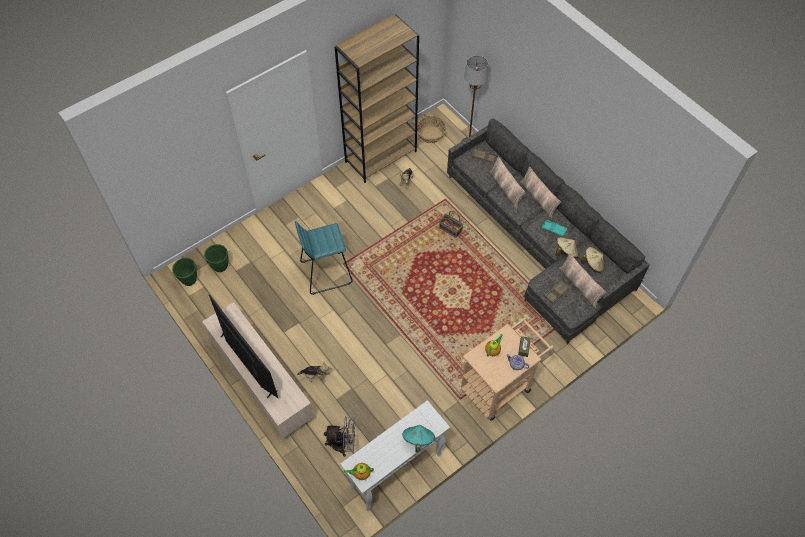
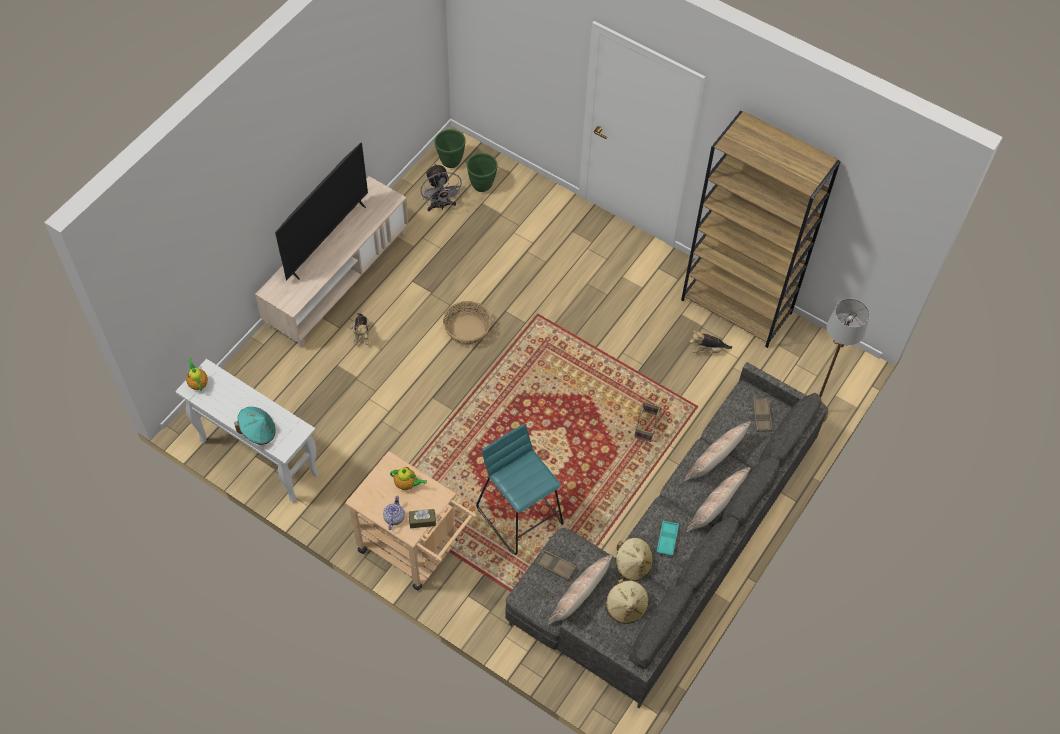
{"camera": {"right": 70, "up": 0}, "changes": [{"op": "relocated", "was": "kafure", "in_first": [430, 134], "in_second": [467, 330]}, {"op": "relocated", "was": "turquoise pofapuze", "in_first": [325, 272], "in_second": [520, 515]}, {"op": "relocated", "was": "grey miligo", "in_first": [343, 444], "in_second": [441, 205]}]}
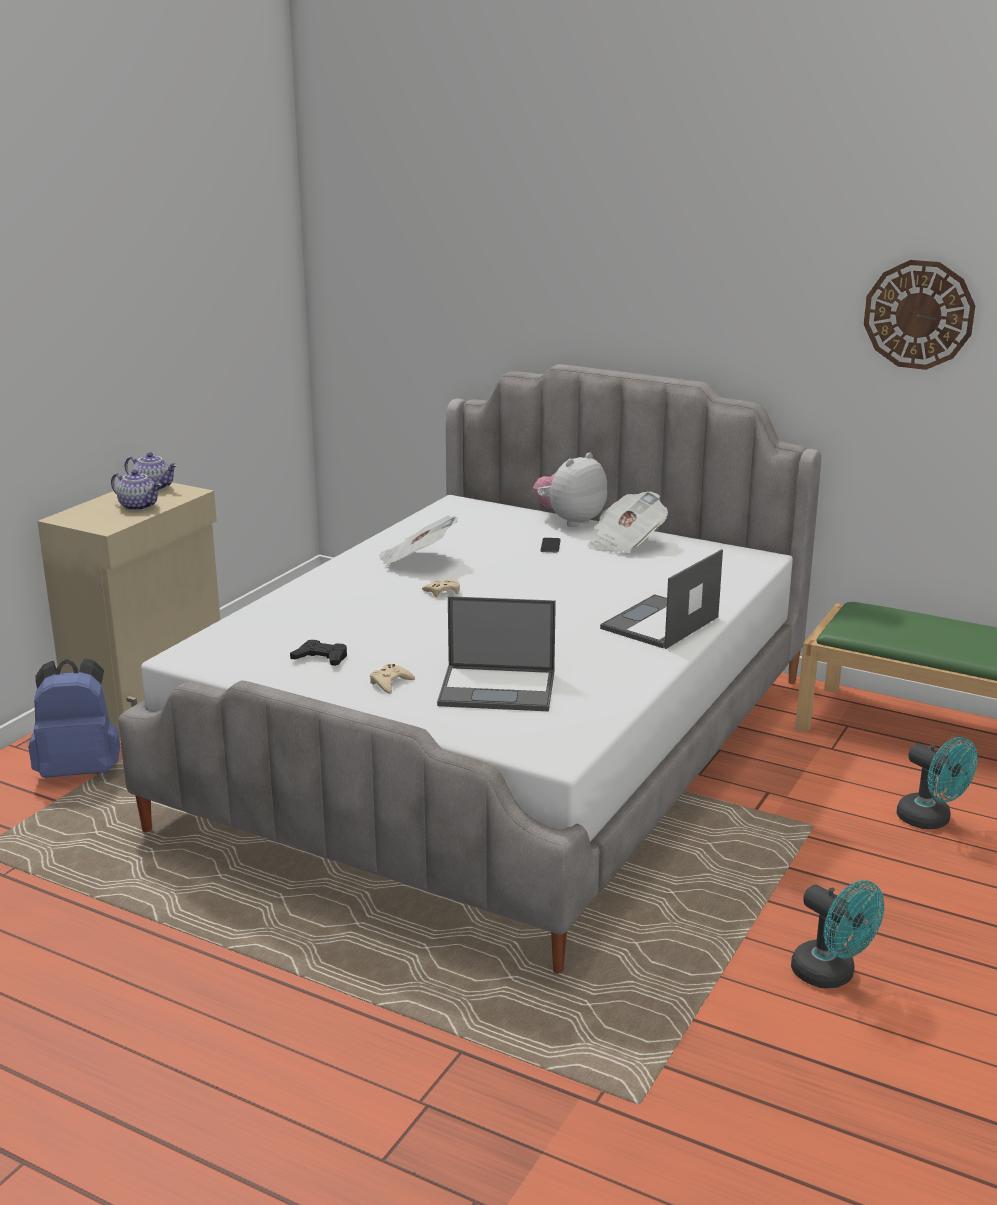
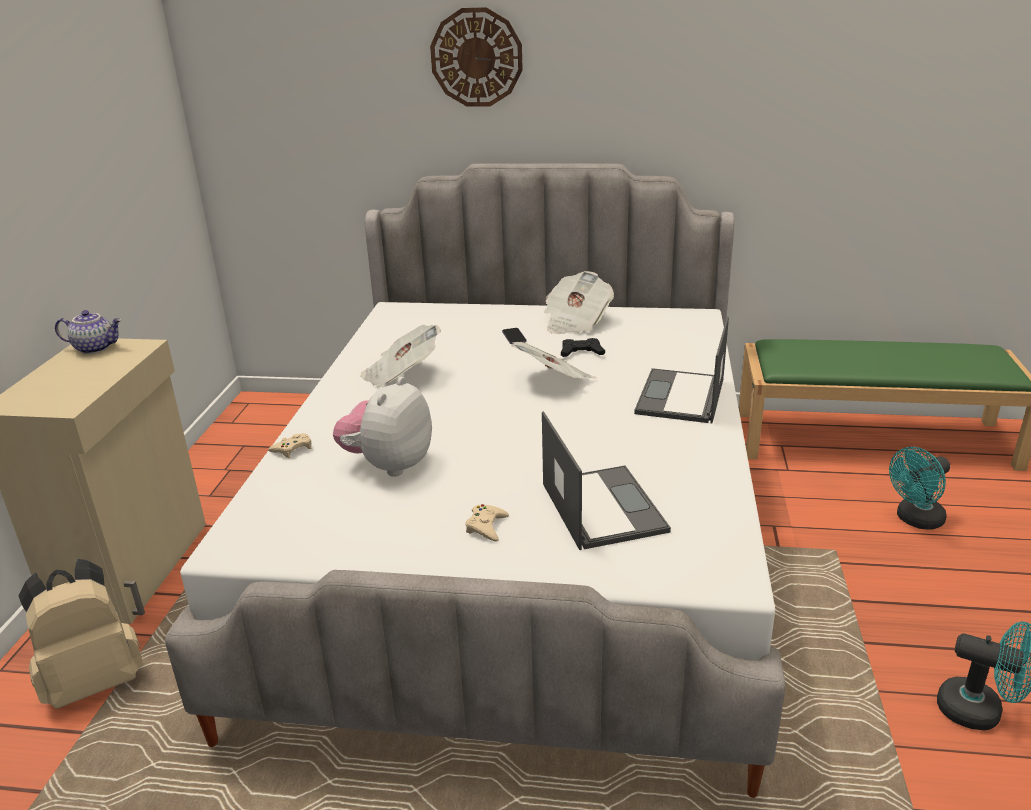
{"camera": {"right": -20, "up": 5}, "changes": [{"op": "relocated", "was": "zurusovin", "in_first": [918, 314], "in_second": [476, 58]}, {"op": "relocated", "was": "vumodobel", "in_first": [570, 521], "in_second": [389, 465]}, {"op": "missing", "was": "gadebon", "in_first": [139, 506]}, {"op": "relocated", "was": "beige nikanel", "in_first": [443, 592], "in_second": [292, 449]}, {"op": "spun", "was": "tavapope", "in_first": [499, 689], "in_second": [602, 506], "clockwise": -90}, {"op": "relocated", "was": "black nikanel", "in_first": [321, 658], "in_second": [581, 352]}, {"op": "colour", "was": "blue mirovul", "now": "beige mirovul", "in_first": [80, 770], "in_second": [95, 681]}, {"op": "spun", "was": "turquoise miligo", "in_first": [931, 820], "in_second": [915, 520], "clockwise": 120}, {"op": "appeared", "now": "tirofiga", "in_second": [554, 381]}]}
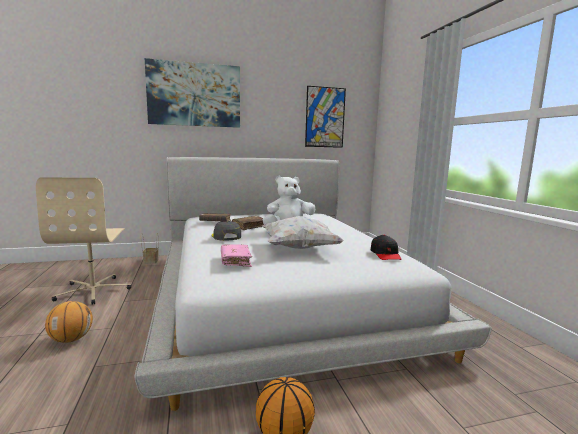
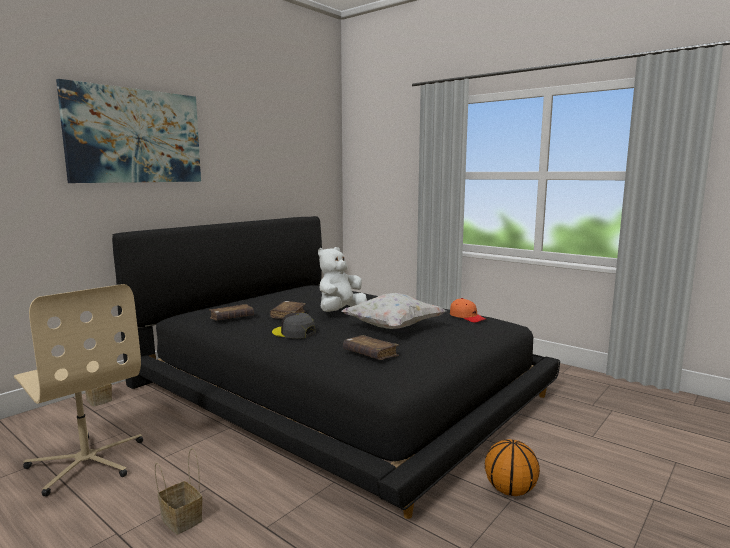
{"camera": {"right": -35, "up": 0}, "changes": [{"op": "missing", "was": "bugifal", "in_first": [325, 117]}, {"op": "colour", "was": "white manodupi", "now": "black manodupi", "in_first": [280, 293], "in_second": [336, 388]}, {"op": "colour", "was": "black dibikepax", "now": "orange dibikepax", "in_first": [385, 254], "in_second": [467, 317]}, {"op": "colour", "was": "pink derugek", "now": "brown derugek", "in_first": [235, 261], "in_second": [370, 354]}, {"op": "exchanged", "was": "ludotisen", "now": "kafure", "in_first": [71, 339], "in_second": [180, 519]}]}
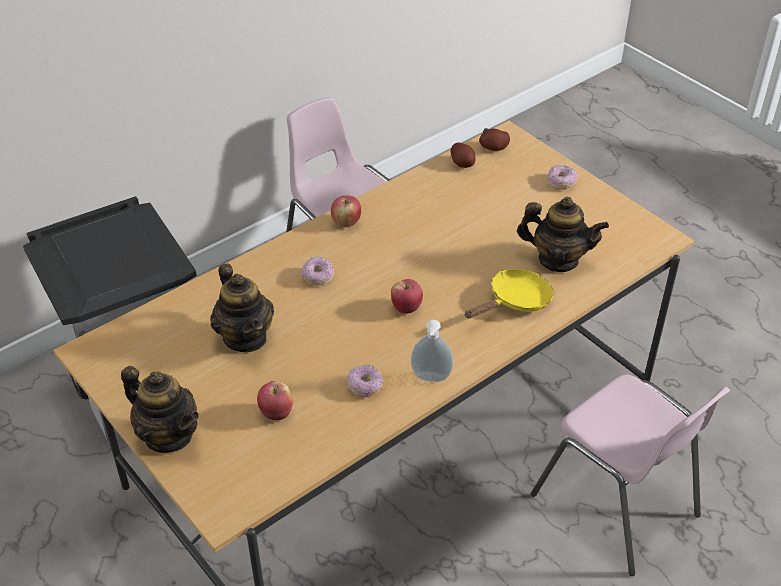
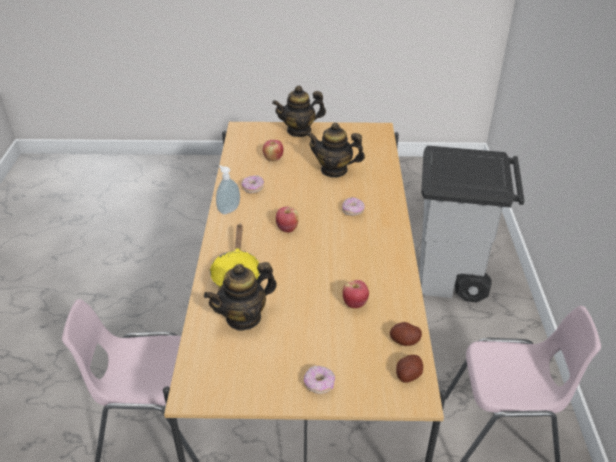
{"camera": {"right": 130, "up": -5}, "changes": [{"op": "relocated", "was": "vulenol", "in_first": [346, 223], "in_second": [355, 304]}]}
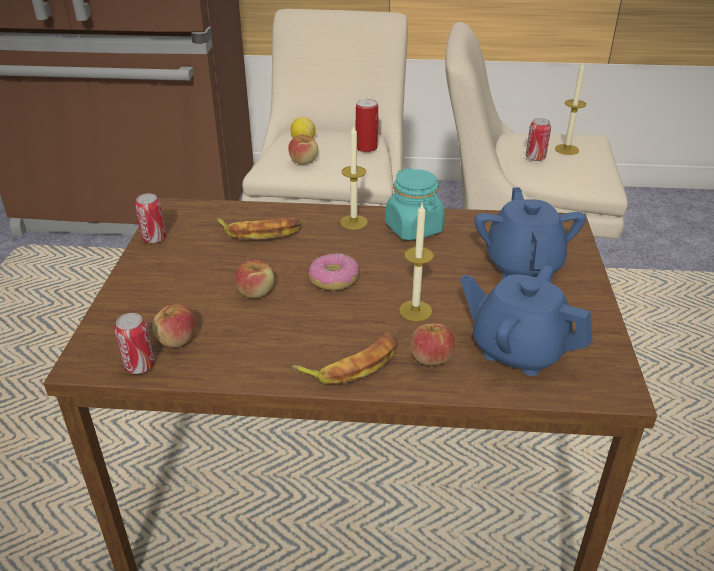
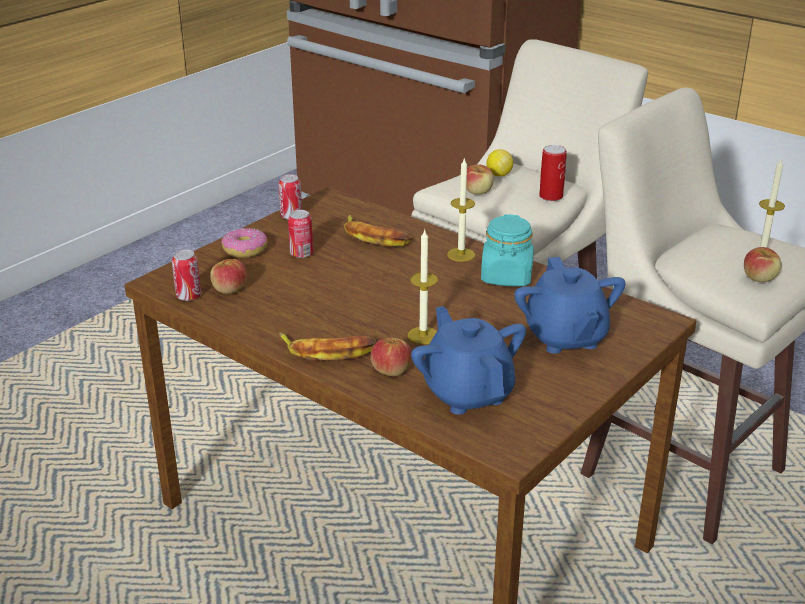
{"camera": {"right": 35, "up": -5}, "changes": [{"op": "relocated", "was": "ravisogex", "in_first": [535, 157], "in_second": [301, 254]}, {"op": "spun", "was": "blue gadebon", "in_first": [523, 265], "in_second": [565, 337], "clockwise": 135}, {"op": "relocated", "was": "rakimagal", "in_first": [334, 279], "in_second": [245, 250]}, {"op": "relocated", "was": "vulenol", "in_first": [256, 292], "in_second": [760, 278]}]}
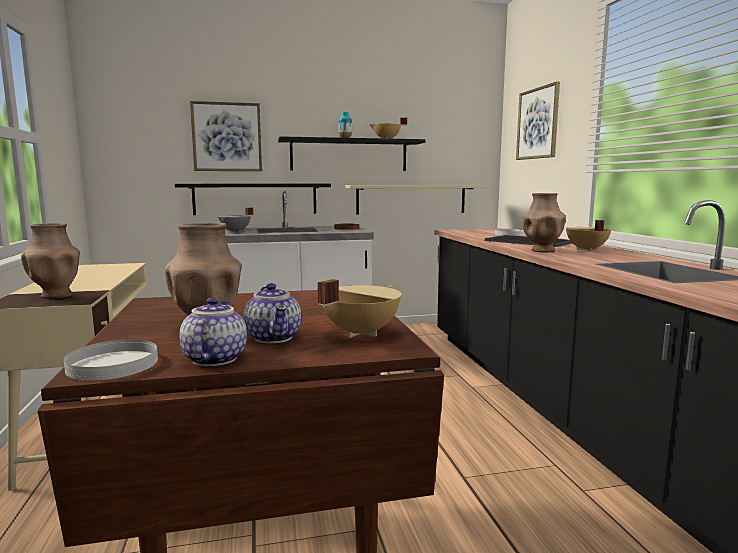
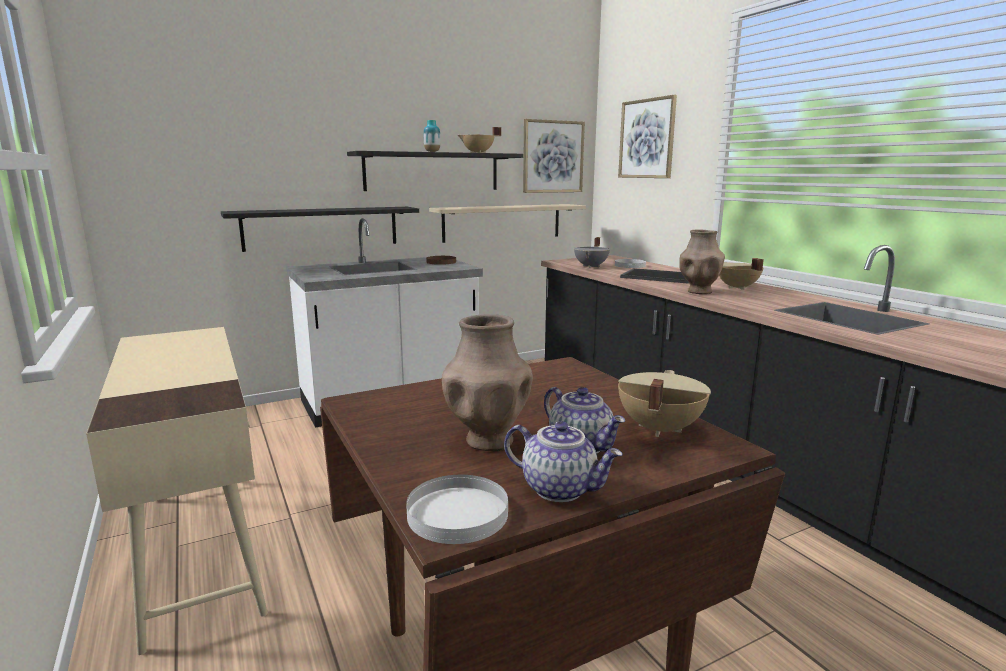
{"camera": {"right": -15, "up": 5}, "changes": [{"op": "relocated", "was": "bugifal", "in_first": [227, 137], "in_second": [553, 157]}, {"op": "relocated", "was": "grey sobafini", "in_first": [236, 232], "in_second": [591, 266]}, {"op": "missing", "was": "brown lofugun", "in_first": [56, 295]}, {"op": "spun", "was": "gadebon", "in_first": [213, 359], "in_second": [560, 488], "clockwise": 135}]}
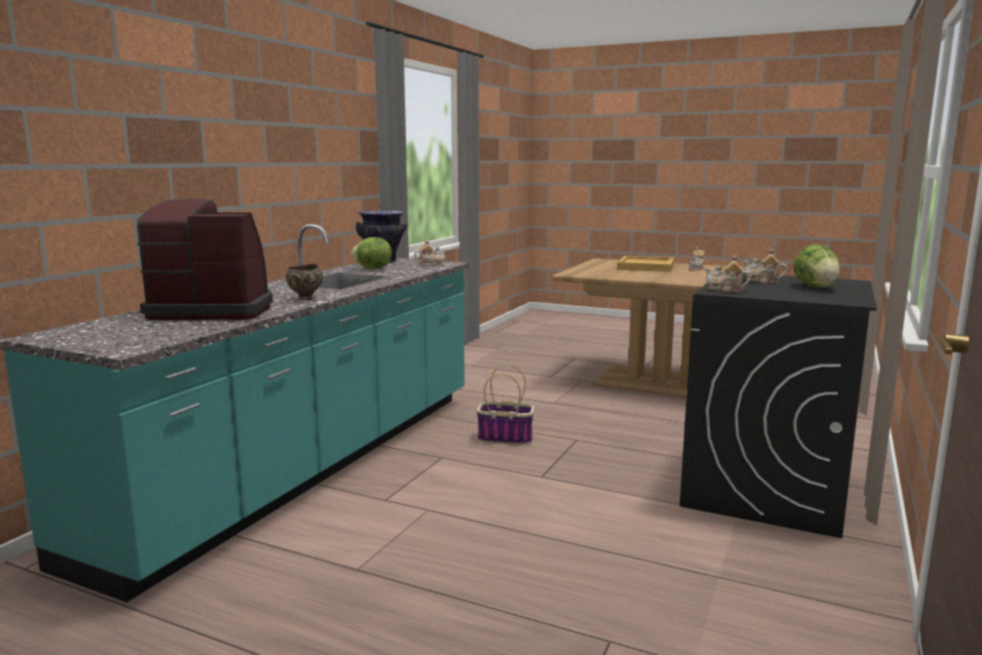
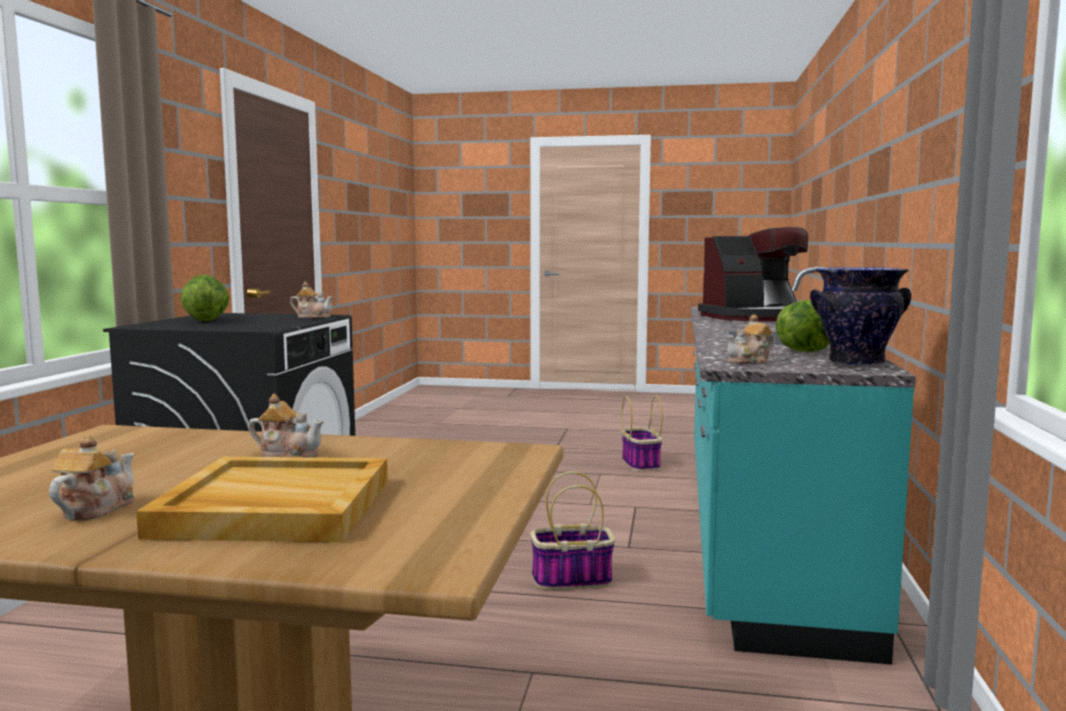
{"camera": {"right": 165, "up": -5}, "changes": [{"op": "relocated", "was": "gadebon", "in_first": [763, 281], "in_second": [288, 454]}, {"op": "missing", "was": "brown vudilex", "in_first": [305, 299]}, {"op": "appeared", "now": "kafure", "in_second": [641, 464]}]}
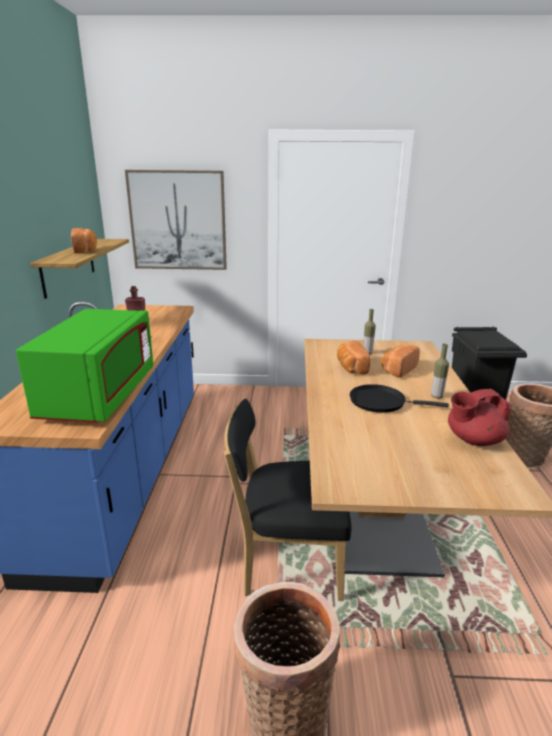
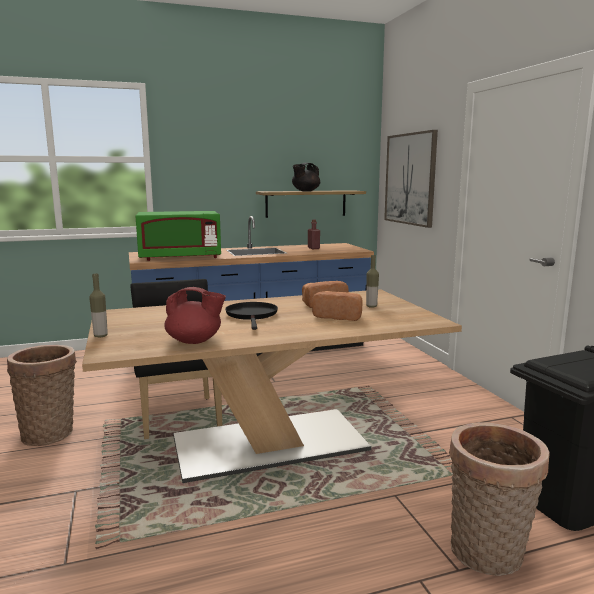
{"camera": {"right": 70, "up": -10}, "changes": [{"op": "exchanged", "was": "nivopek", "now": "black gadebon", "in_first": [86, 250], "in_second": [305, 191]}, {"op": "relocated", "was": "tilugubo", "in_first": [436, 396], "in_second": [100, 336]}, {"op": "spun", "was": "red gadebon", "in_first": [473, 440], "in_second": [195, 341], "clockwise": 135}]}
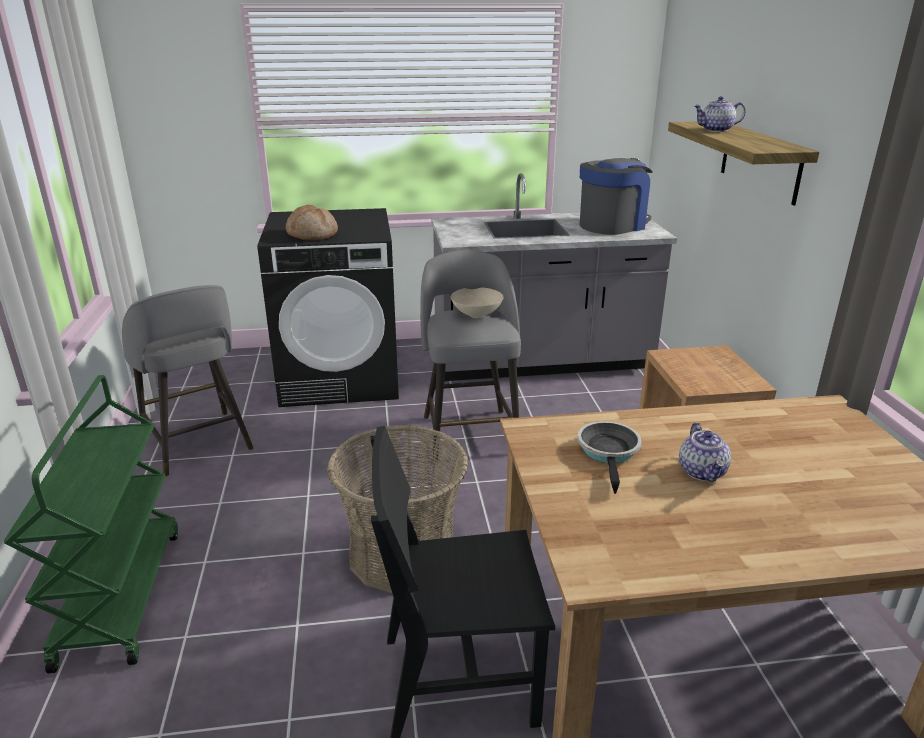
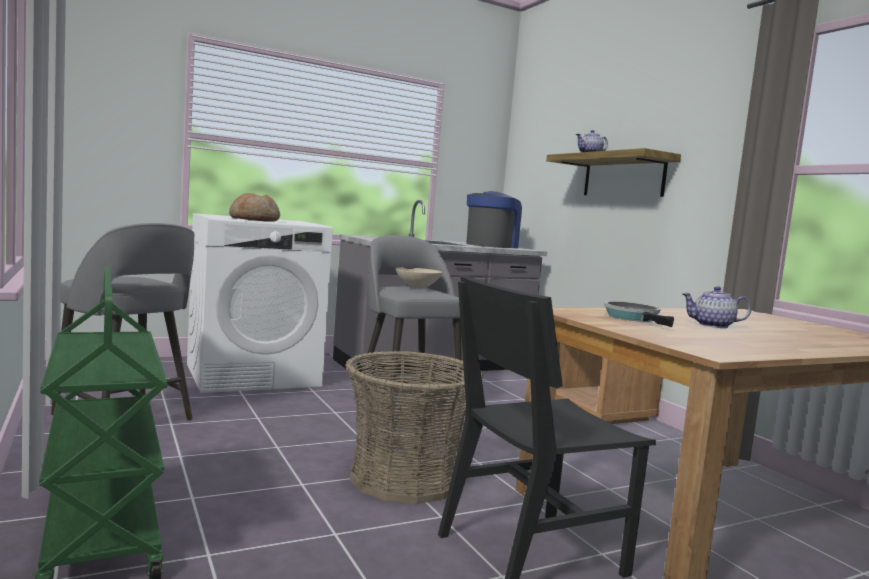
{"camera": {"right": -20, "up": -20}, "changes": [{"op": "colour", "was": "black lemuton", "now": "white lemuton", "in_first": [340, 377], "in_second": [253, 375]}, {"op": "spun", "was": "gadebon", "in_first": [702, 472], "in_second": [712, 325], "clockwise": 120}]}
